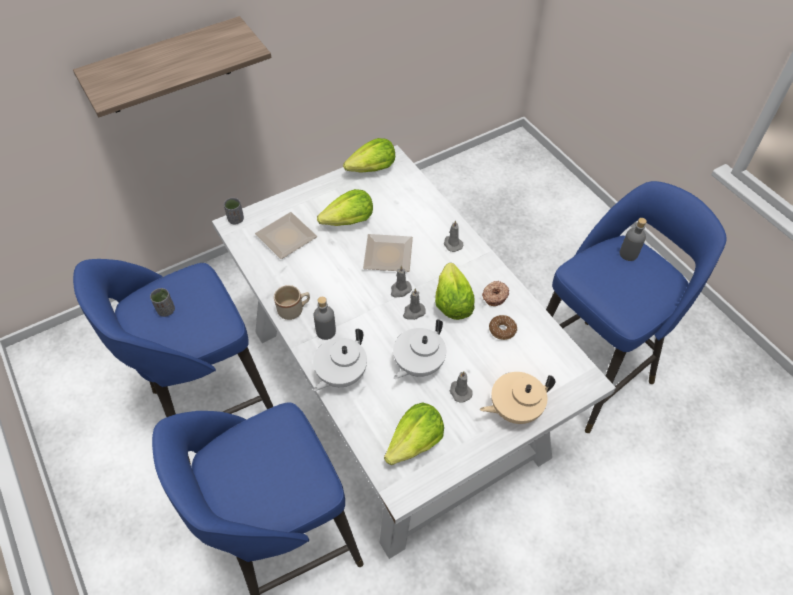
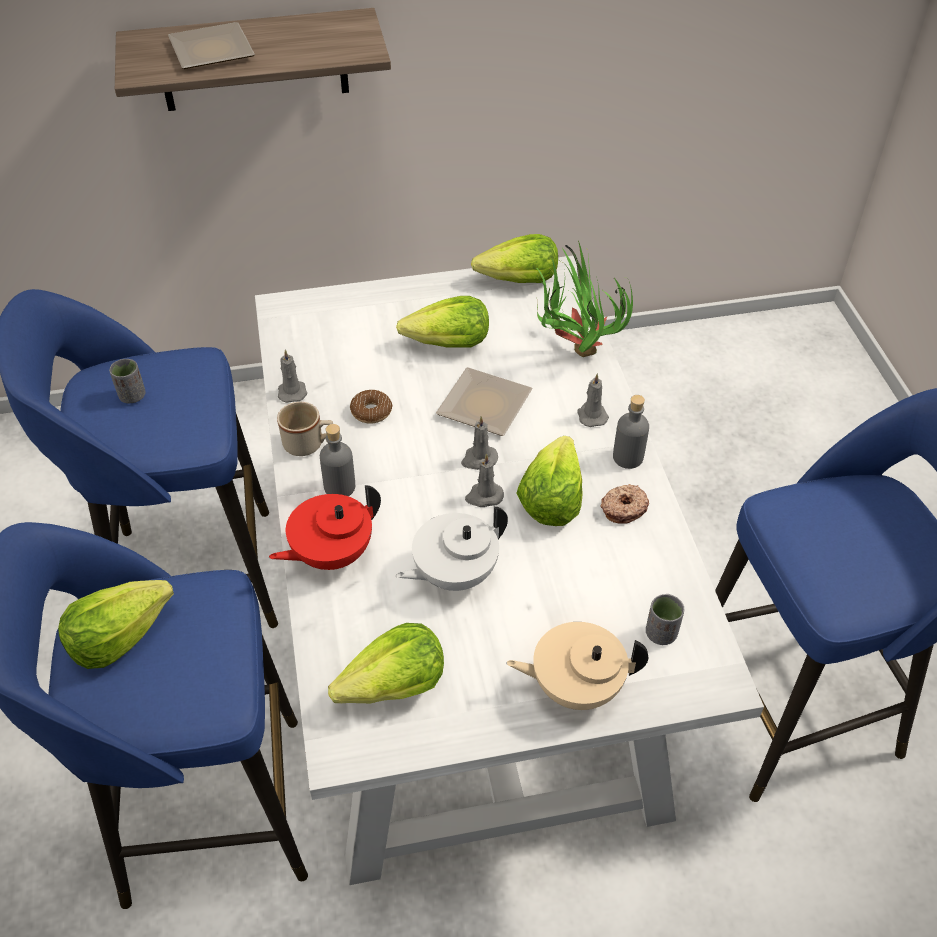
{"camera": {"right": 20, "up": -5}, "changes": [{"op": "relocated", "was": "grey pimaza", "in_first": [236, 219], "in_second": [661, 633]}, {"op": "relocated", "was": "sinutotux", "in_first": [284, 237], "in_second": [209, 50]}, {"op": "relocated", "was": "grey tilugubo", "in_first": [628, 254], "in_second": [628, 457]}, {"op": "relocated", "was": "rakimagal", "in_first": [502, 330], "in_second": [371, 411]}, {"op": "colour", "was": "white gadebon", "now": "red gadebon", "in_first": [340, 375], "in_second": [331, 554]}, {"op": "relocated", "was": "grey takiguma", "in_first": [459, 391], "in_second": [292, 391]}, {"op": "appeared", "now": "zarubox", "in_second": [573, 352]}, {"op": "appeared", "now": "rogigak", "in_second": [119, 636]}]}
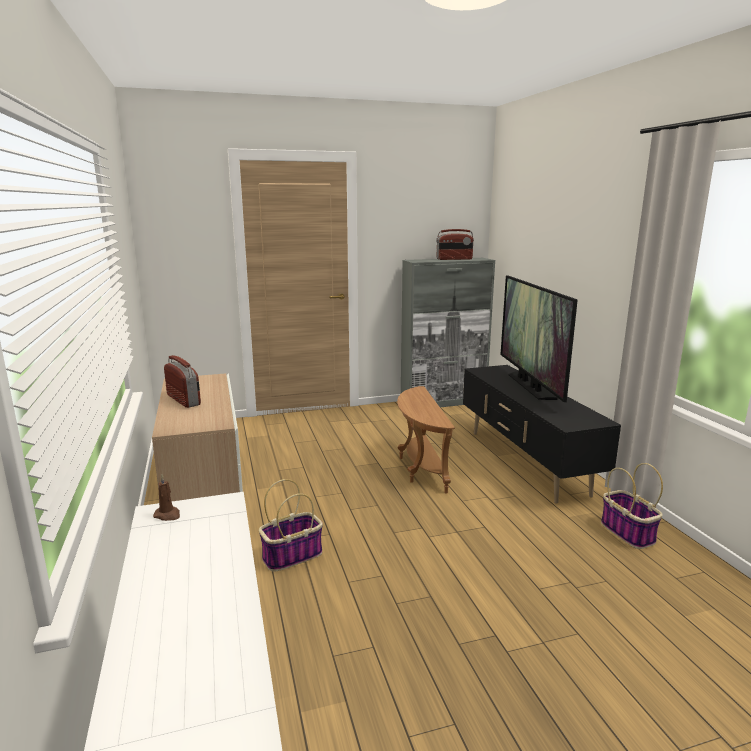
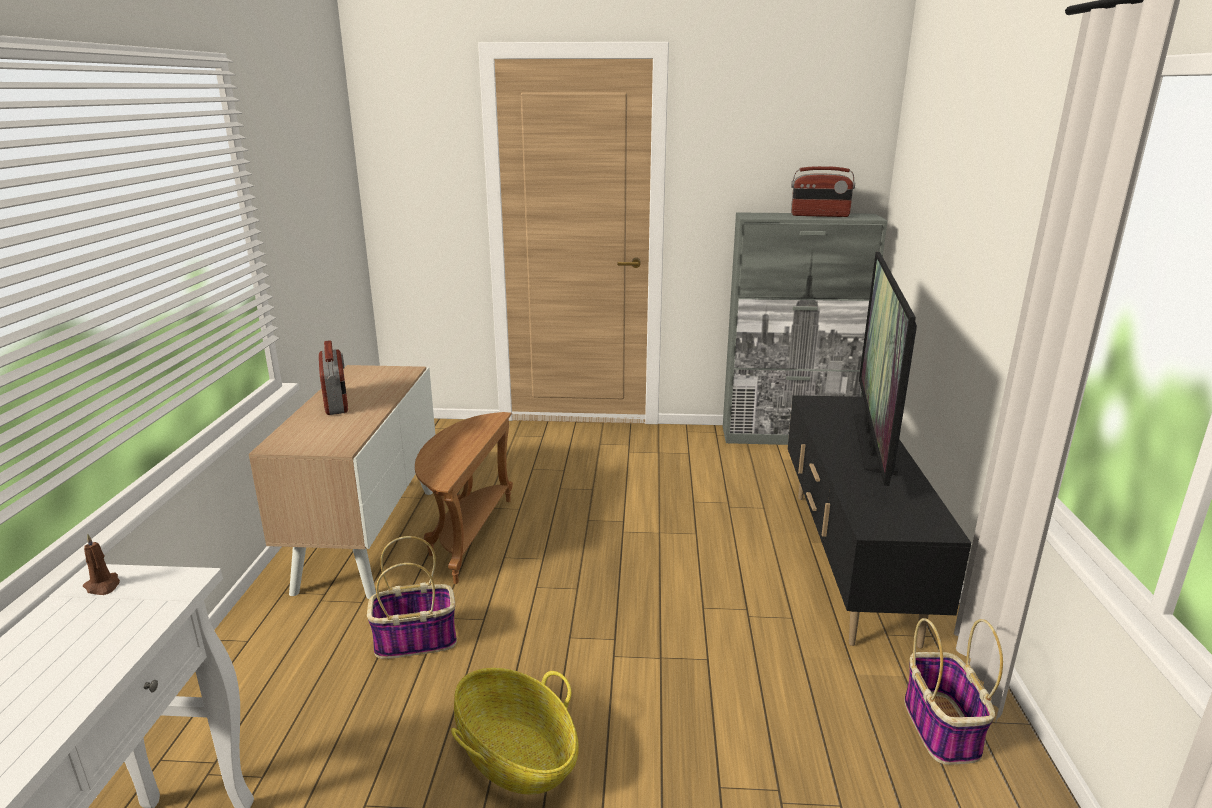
{"camera": {"right": 20, "up": 5}, "changes": [{"op": "relocated", "was": "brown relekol", "in_first": [420, 468], "in_second": [467, 536]}, {"op": "appeared", "now": "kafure", "in_second": [516, 756]}]}
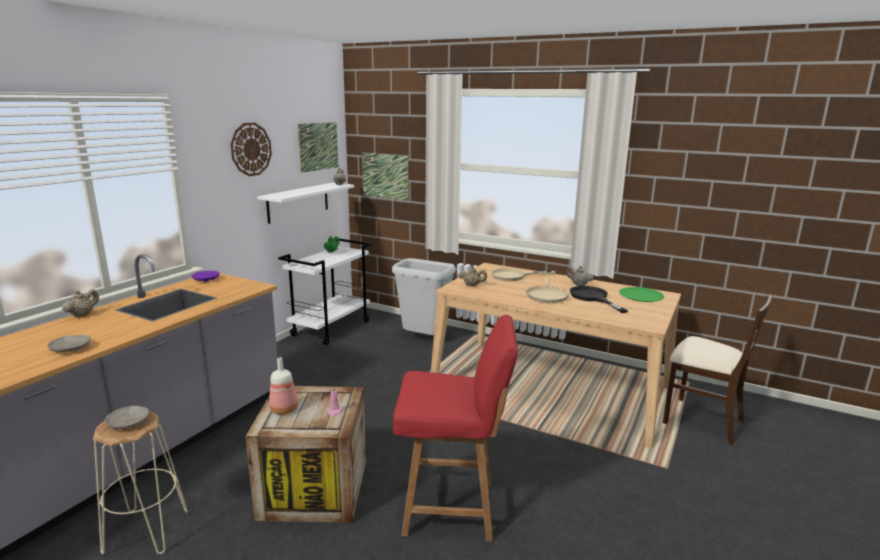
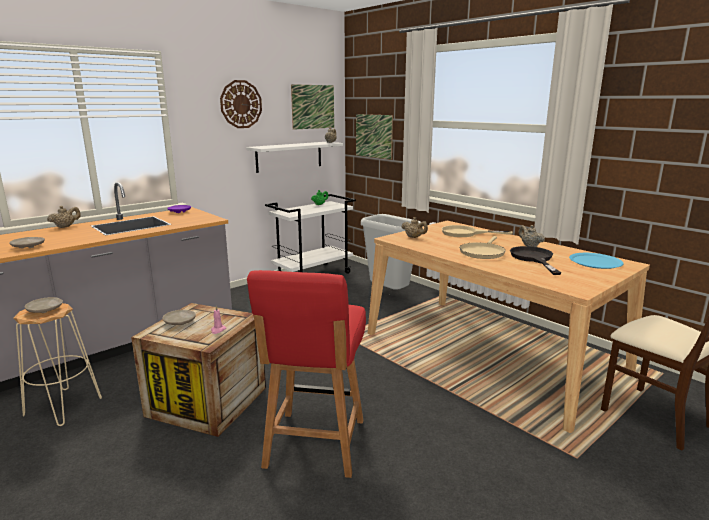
{"camera": {"right": 20, "up": 0}, "changes": [{"op": "colour", "was": "green sinutotux", "now": "blue sinutotux", "in_first": [641, 295], "in_second": [595, 262]}, {"op": "spun", "was": "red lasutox", "in_first": [452, 508], "in_second": [314, 444], "clockwise": 75}, {"op": "exchanged", "was": "tilugubo", "now": "beige sinutotux", "in_first": [285, 409], "in_second": [180, 322]}]}
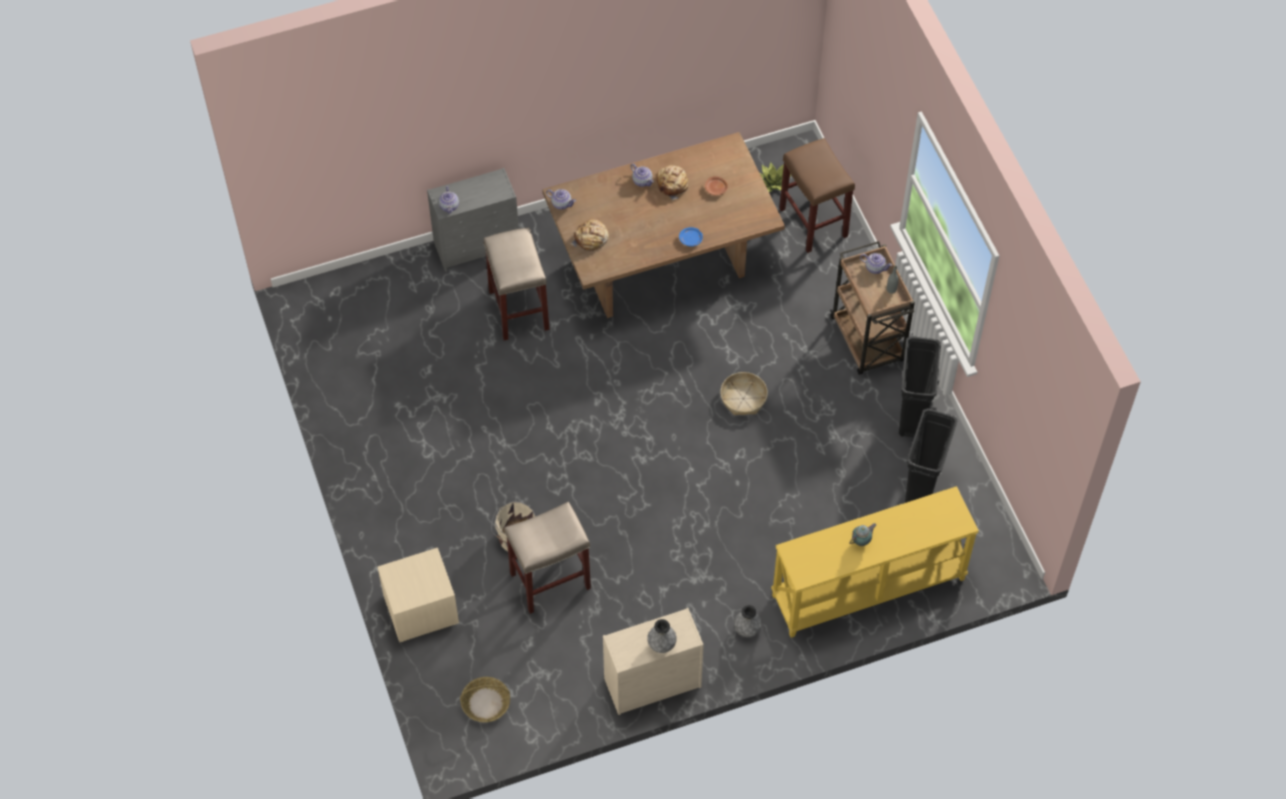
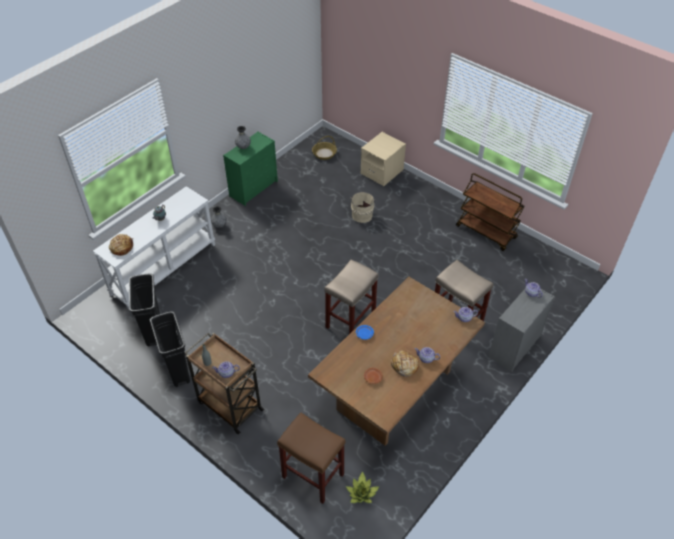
{"camera": {"right": 150, "up": -10}, "changes": [{"op": "relocated", "was": "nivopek", "in_first": [591, 239], "in_second": [121, 247]}, {"op": "missing", "was": "kafure", "in_first": [743, 398]}, {"op": "colour", "was": "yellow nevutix", "now": "white nevutix", "in_first": [868, 588], "in_second": [163, 268]}, {"op": "relocated", "was": "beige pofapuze", "in_first": [549, 581], "in_second": [350, 320]}, {"op": "colour", "was": "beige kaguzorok", "now": "green kaguzorok", "in_first": [651, 683], "in_second": [254, 188]}, {"op": "appeared", "now": "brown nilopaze", "in_second": [486, 232]}]}
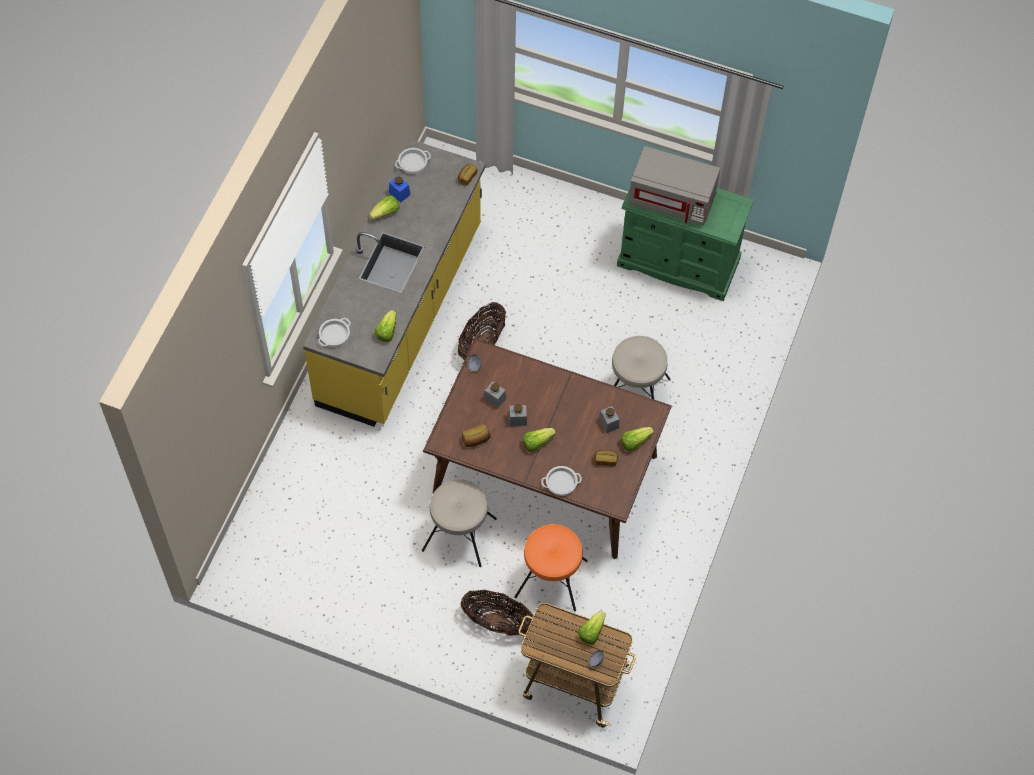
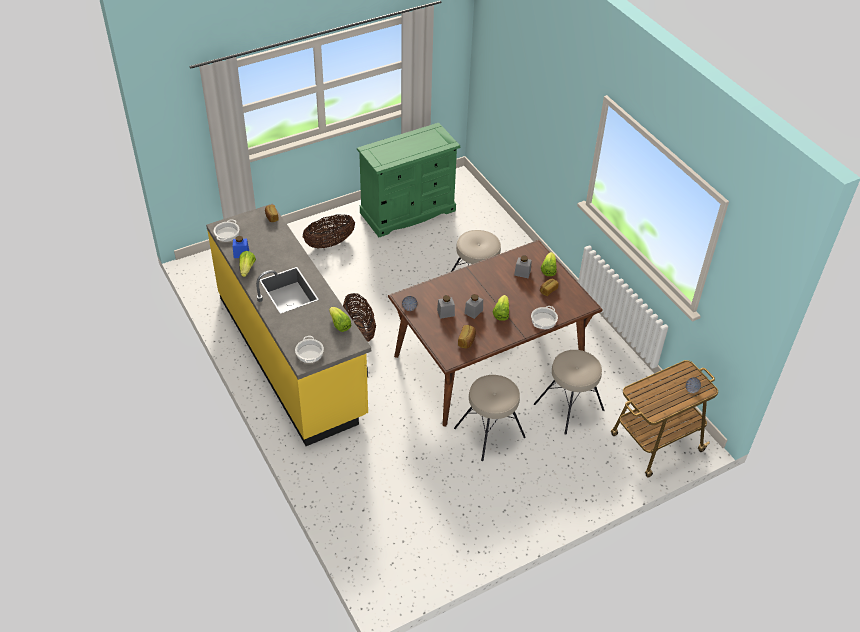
{"camera": {"right": -50, "up": -15}, "changes": [{"op": "missing", "was": "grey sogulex", "in_first": [672, 200]}, {"op": "colour", "was": "orange pofapuze", "now": "beige pofapuze", "in_first": [551, 579], "in_second": [569, 407]}, {"op": "relocated", "was": "kafure", "in_first": [497, 622], "in_second": [329, 243]}, {"op": "missing", "was": "rogigak", "in_first": [591, 632]}]}
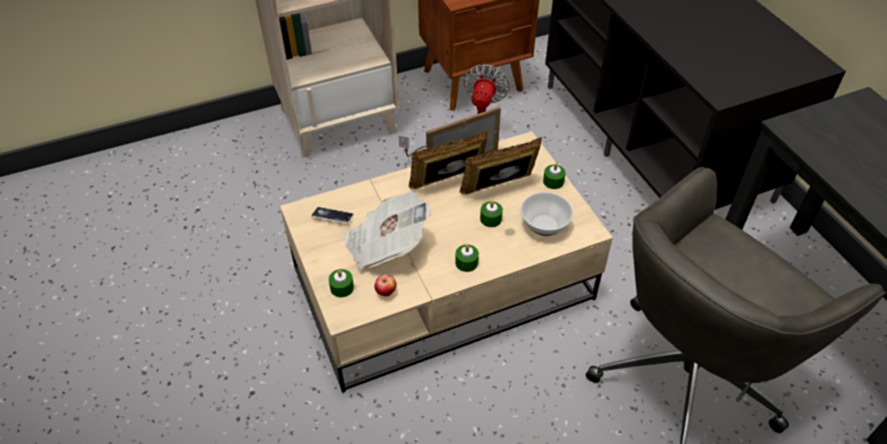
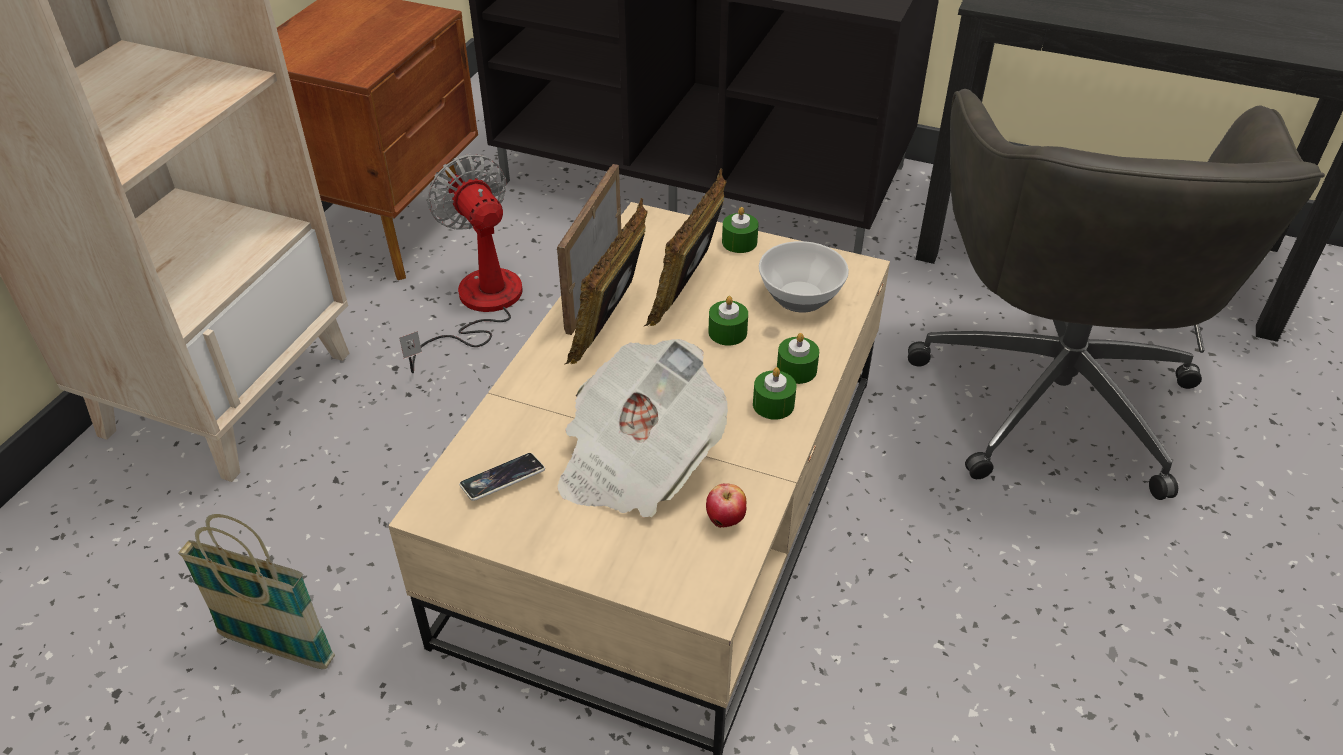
{"camera": {"right": -45, "up": -5}, "changes": [{"op": "relocated", "was": "green takiguma", "in_first": [342, 288], "in_second": [796, 370]}, {"op": "appeared", "now": "kafure", "in_second": [277, 648]}]}
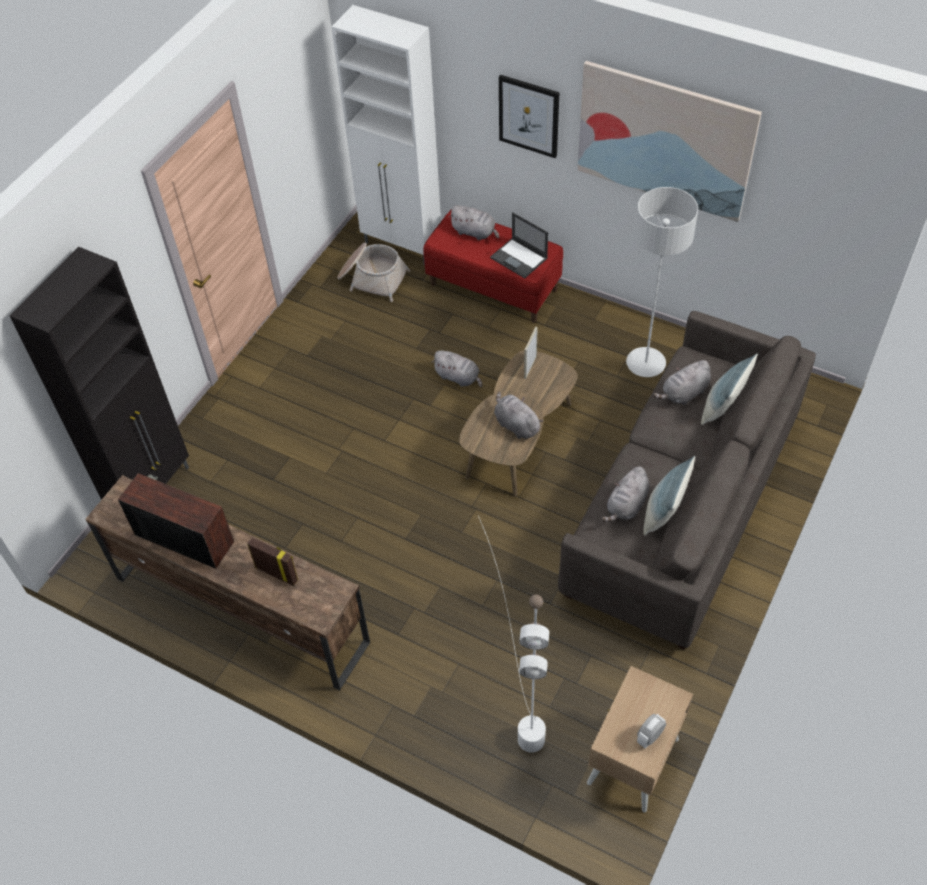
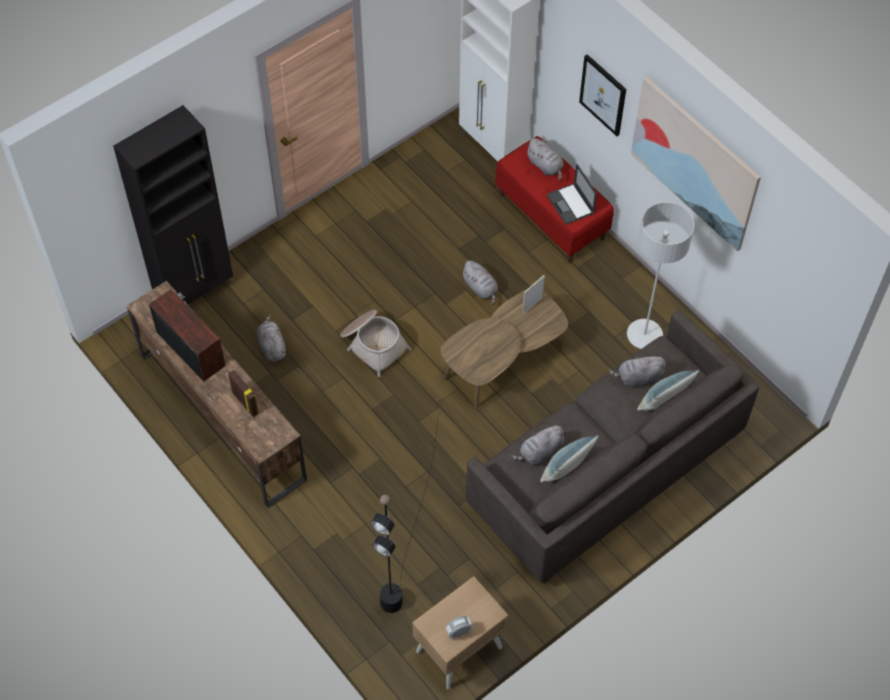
{"camera": {"right": 20, "up": 5}, "changes": [{"op": "relocated", "was": "kafure", "in_first": [372, 278], "in_second": [373, 344]}, {"op": "relocated", "was": "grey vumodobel", "in_first": [515, 425], "in_second": [271, 346]}, {"op": "colour", "was": "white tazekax", "now": "black tazekax", "in_first": [517, 670], "in_second": [407, 547]}]}
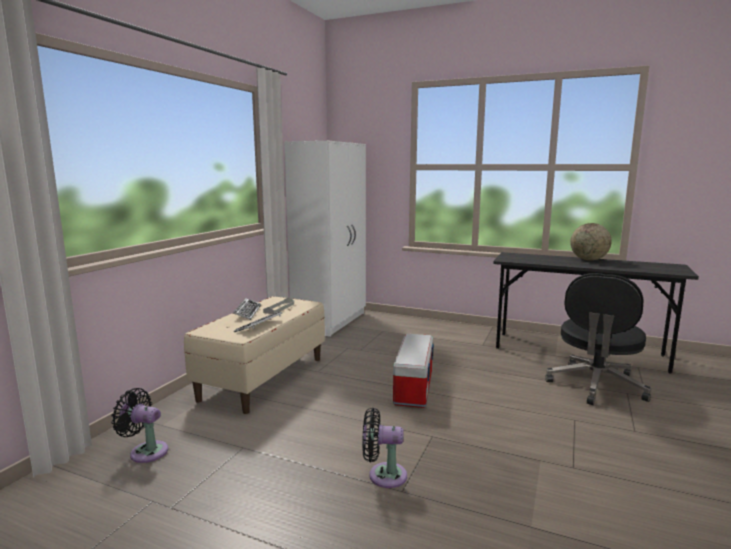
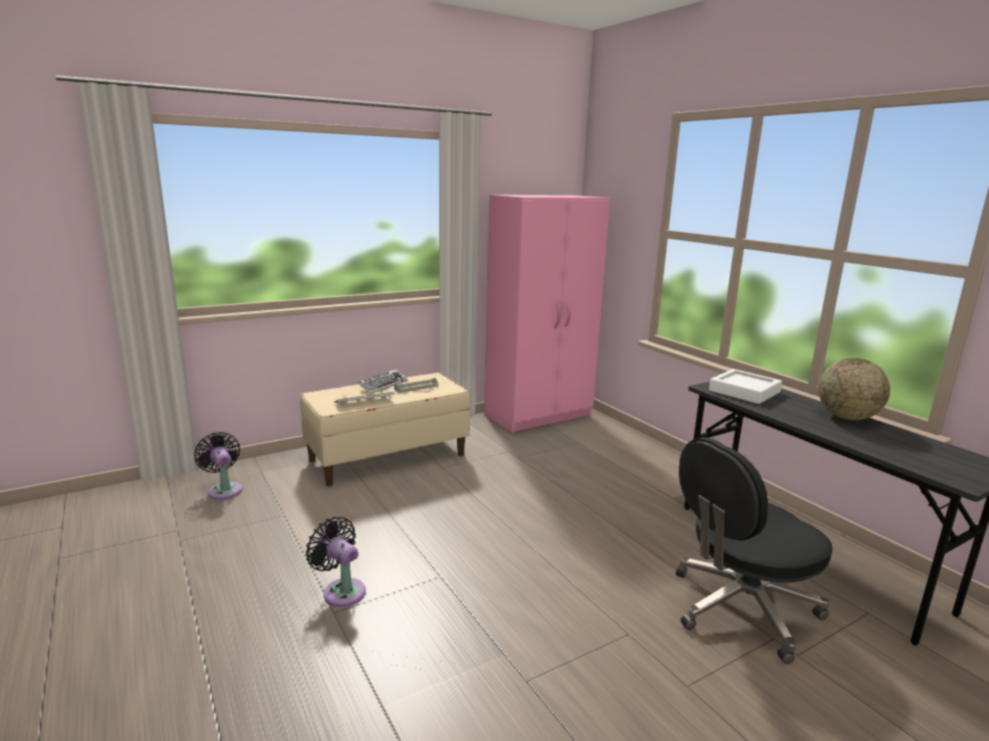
{"camera": {"right": 35, "up": 5}, "changes": [{"op": "colour", "was": "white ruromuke", "now": "pink ruromuke", "in_first": [331, 321], "in_second": [539, 415]}, {"op": "missing", "was": "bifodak", "in_first": [413, 387]}, {"op": "appeared", "now": "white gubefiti", "in_second": [744, 391]}]}
